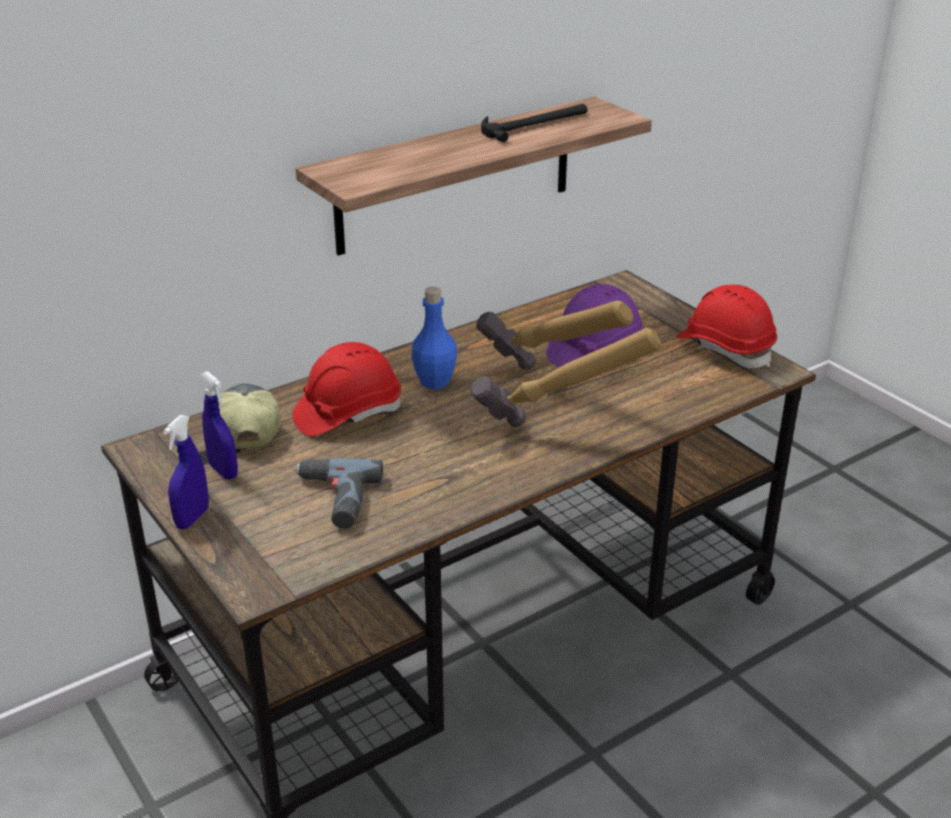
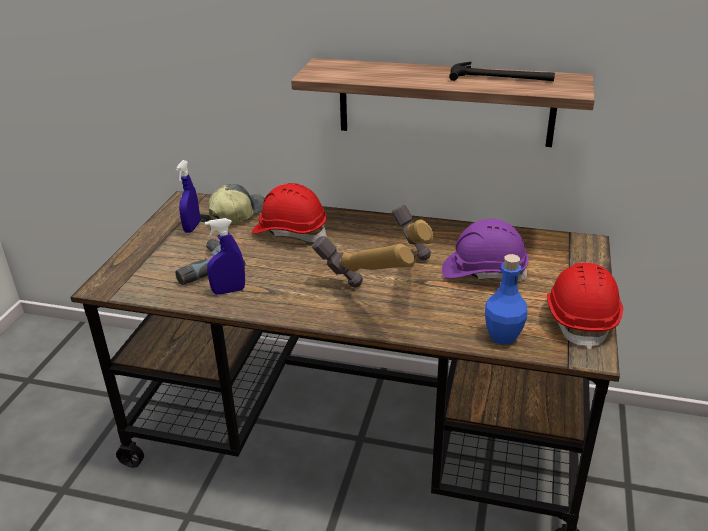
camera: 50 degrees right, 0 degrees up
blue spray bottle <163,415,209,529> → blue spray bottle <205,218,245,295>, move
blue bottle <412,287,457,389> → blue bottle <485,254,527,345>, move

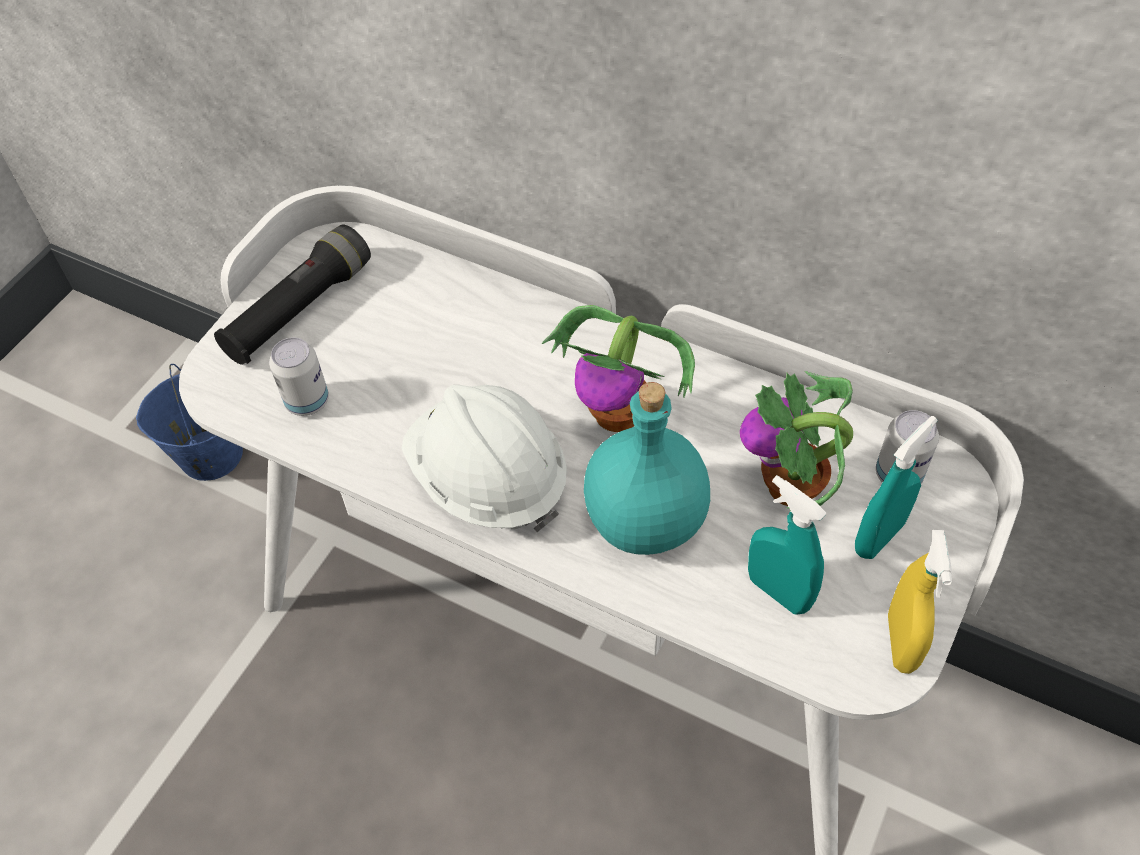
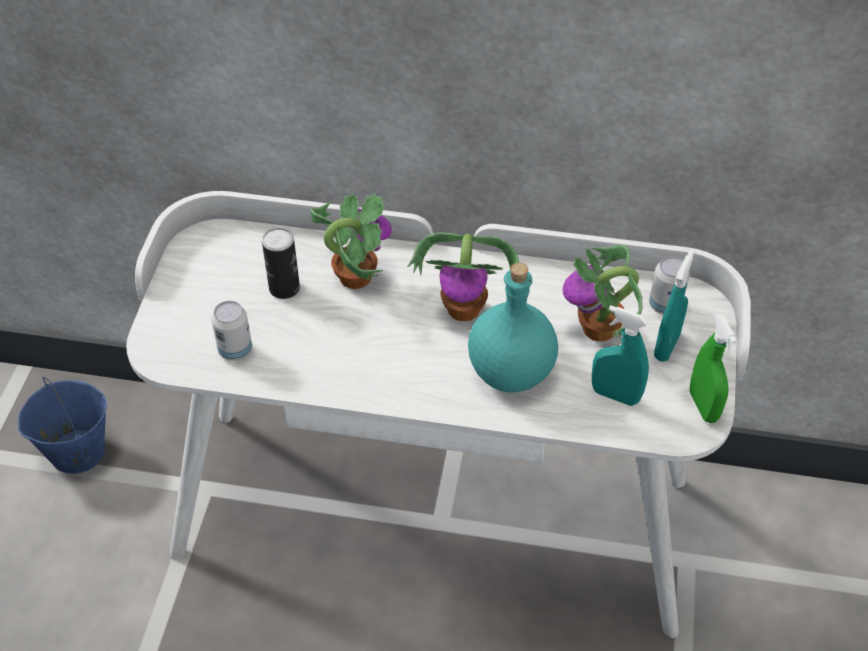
camera: 20 degrees left, 5 degrees down
- → can <262,228,300,299>
- → potted plant <311,193,392,289>
yellow spray bottle <888,530,952,674> → green spray bottle <690,314,738,423>
black flashlight <214,224,371,365> → -
white hard hat <401,385,567,532> → -

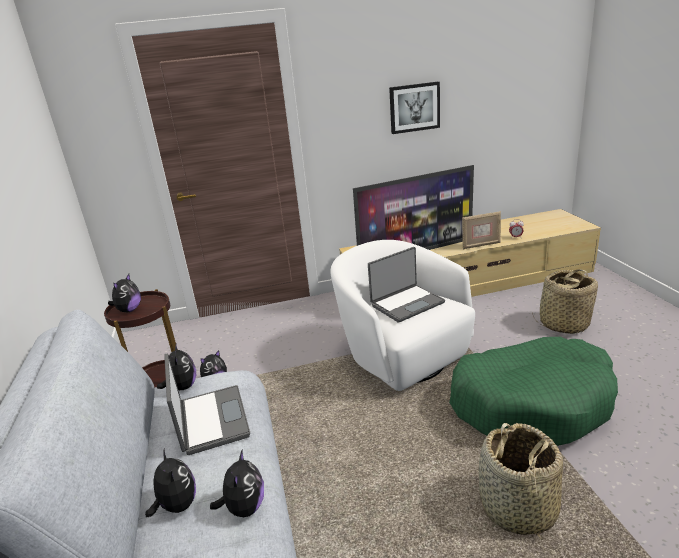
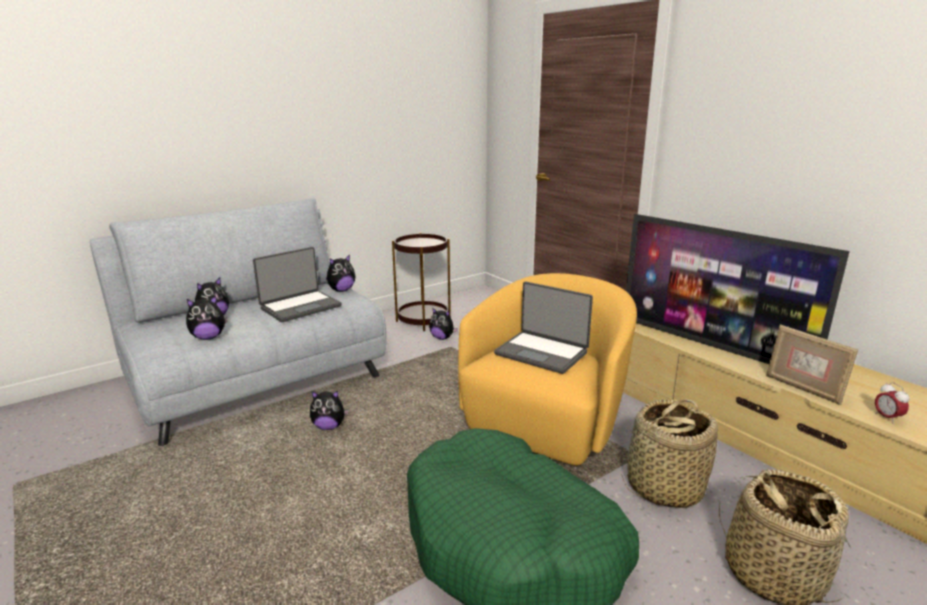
camera: 65 degrees right, 5 degrees down
plush toy <108,274,141,312> → plush toy <310,390,349,430>, move
white armchair <330,240,475,391> → yellow armchair <458,273,637,465>
basket <479,423,563,540> → basket <621,400,718,508>, move
picture <389,82,440,134> → -

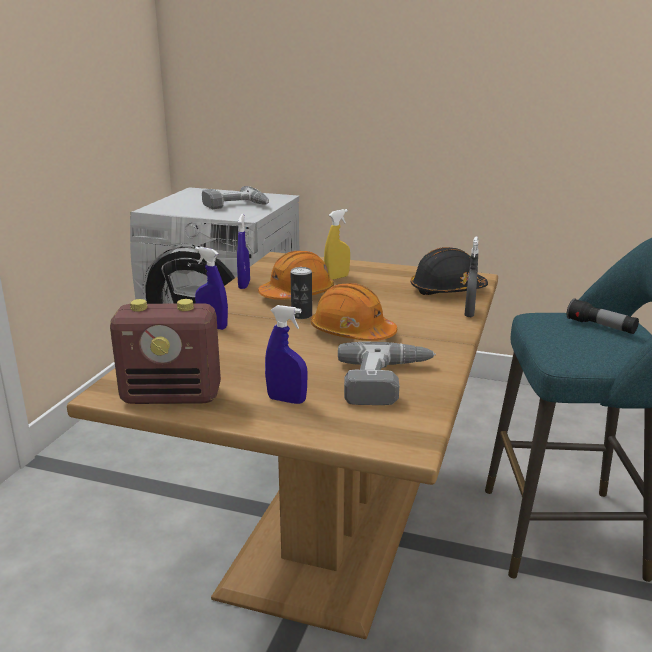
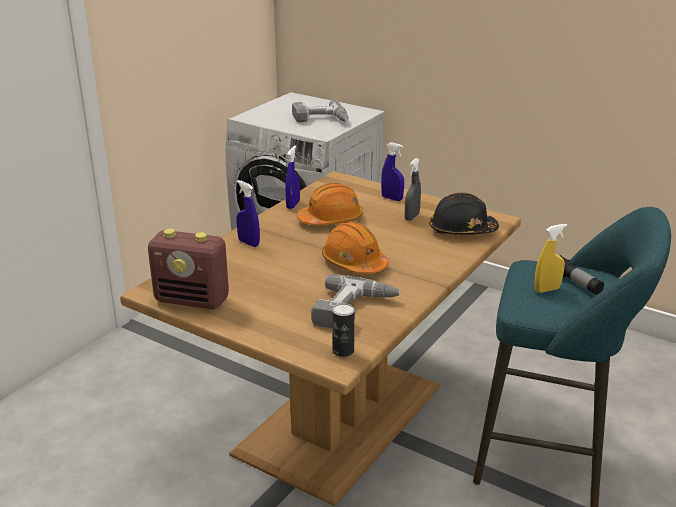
camera: 15 degrees right, 5 degrees up
can <291,267,312,319> → can <332,303,355,357>, move
blue spray bottle <265,305,308,404> → blue spray bottle <381,142,404,201>, move
grey spray bottle <464,237,479,317> → grey spray bottle <405,158,421,221>, move
yellow spray bottle <324,209,350,280> → yellow spray bottle <534,224,567,293>, move

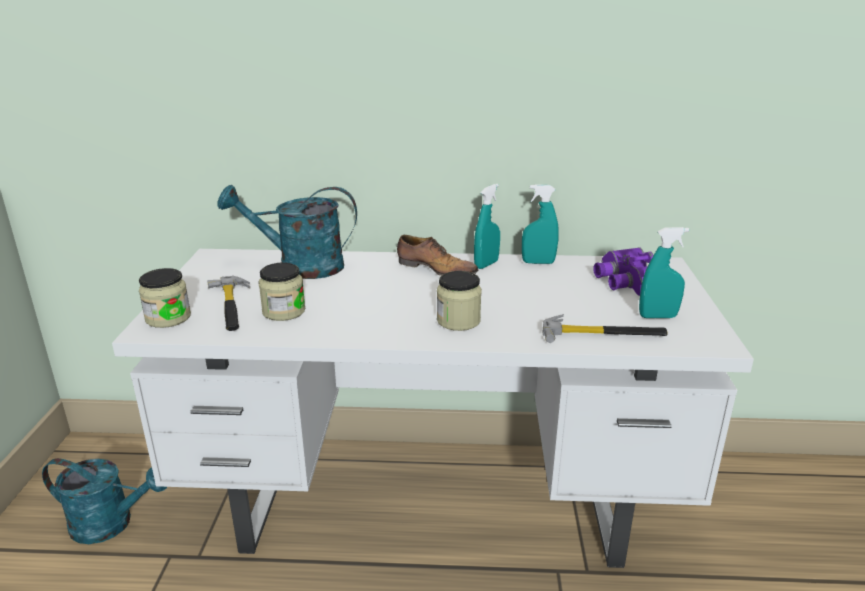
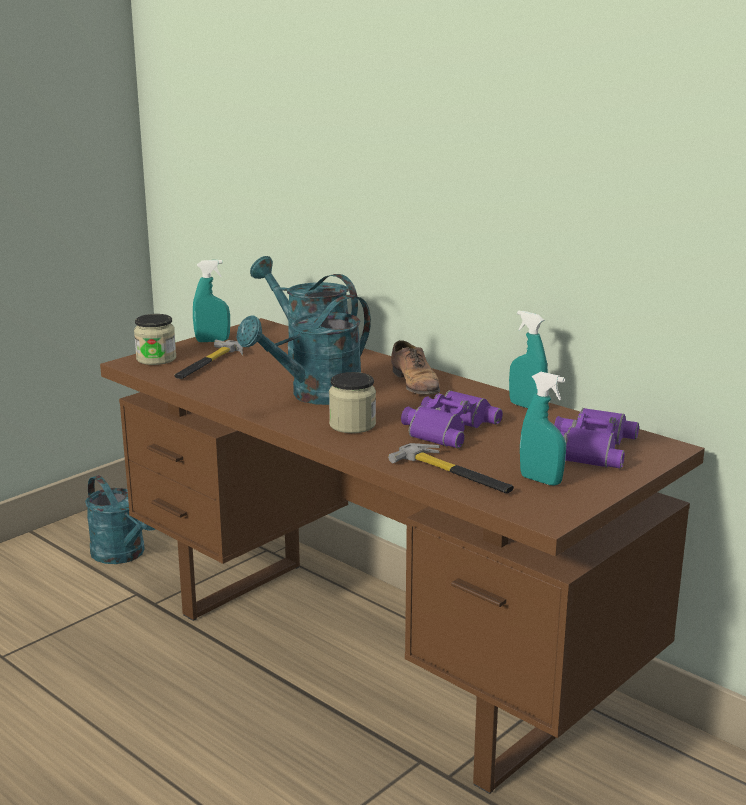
camera: 40 degrees right, 5 degrees down
white desk <112,249,754,568> → brown desk <100,318,705,794>
turquoise spray bottle <474,184,500,269> → turquoise spray bottle <193,260,230,342>, move
- → turquoise watering can <236,295,371,405>
- → purple binoculars <401,390,503,448>
jar <258,263,306,321> → -

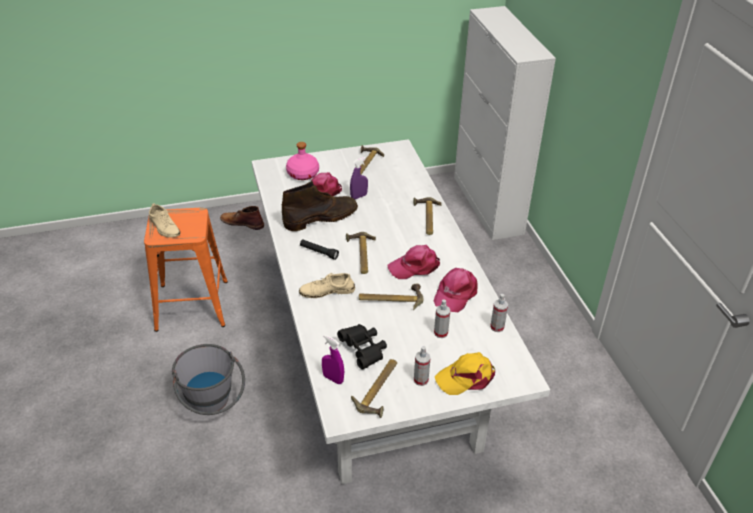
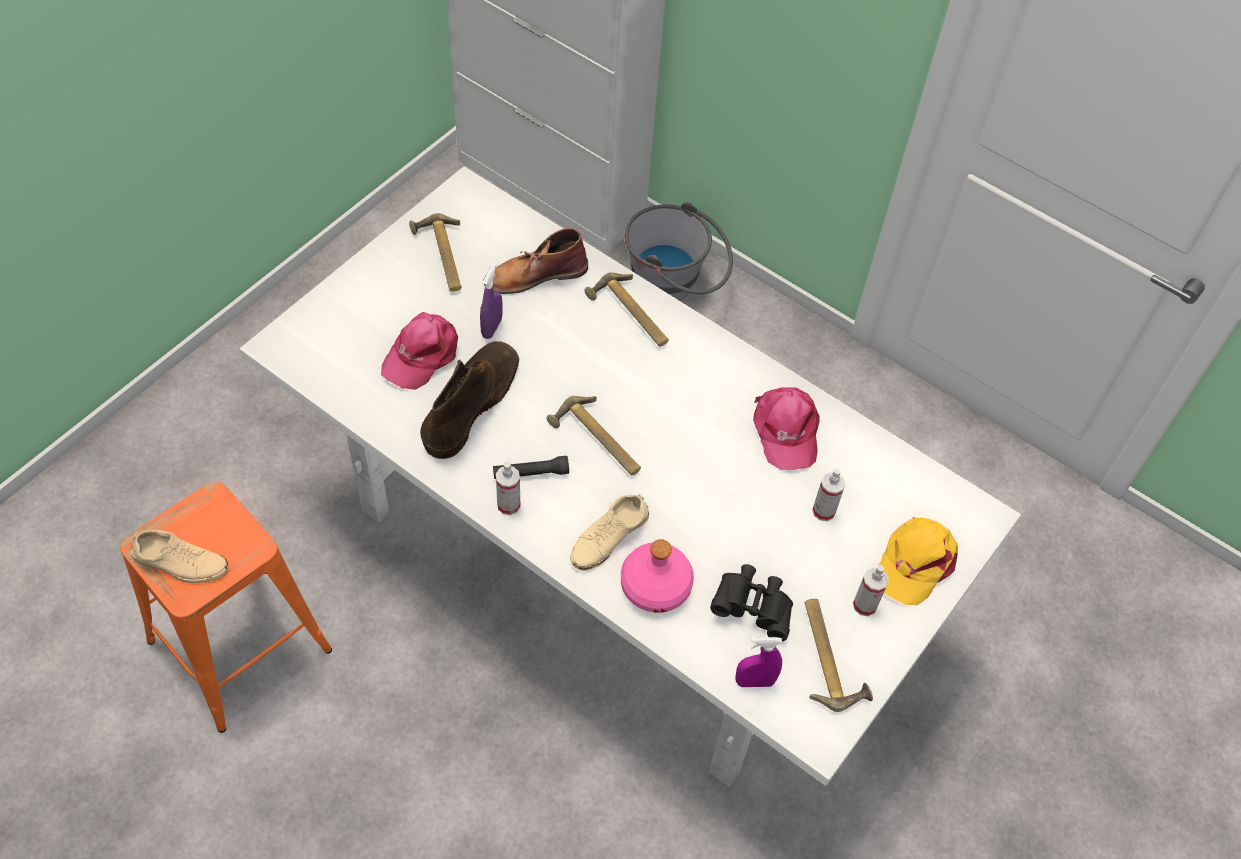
camera: 40 degrees left, 15 degrees up
brown boot <220,206,264,230> → brown boot <483,228,588,294>, move
spray bottle <490,294,508,332> → spray bottle <496,461,521,515>, move
pink bottle <286,142,319,180> → pink bottle <621,539,694,613>, move
grey bucket <172,344,245,415> → grey bucket <625,202,733,301>, move
hammer <359,283,423,310> → -
pink cap <387,245,440,279> → -

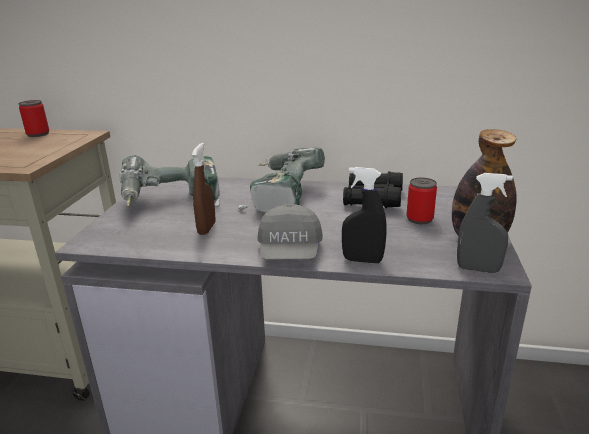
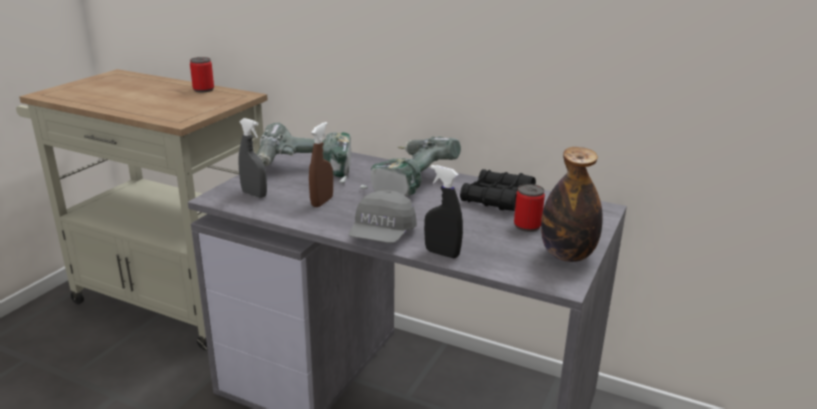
camera: 15 degrees right, 0 degrees up
grey spray bottle <457,173,513,273> → grey spray bottle <238,118,267,198>, move

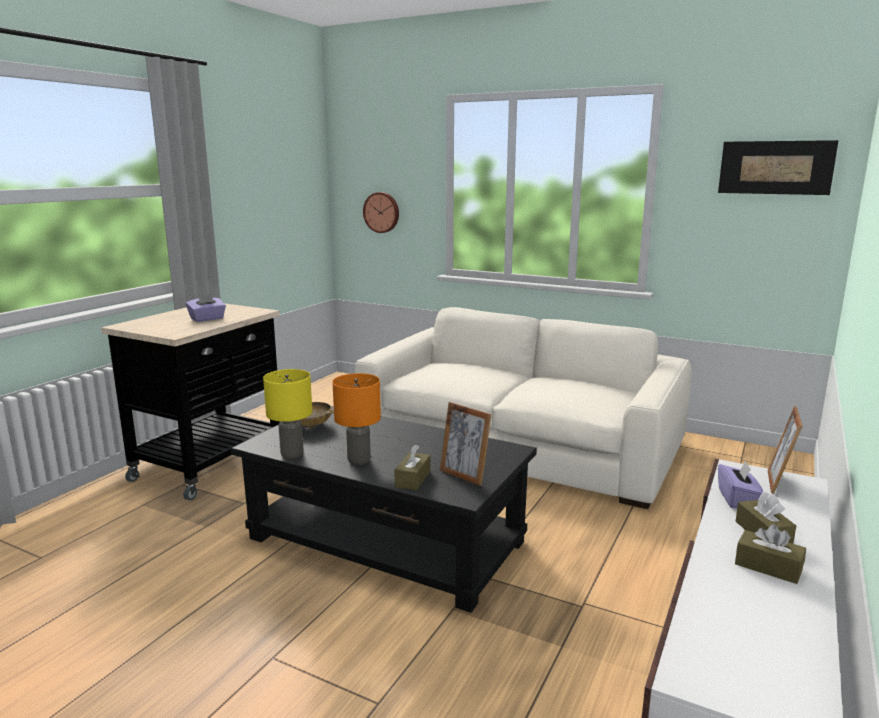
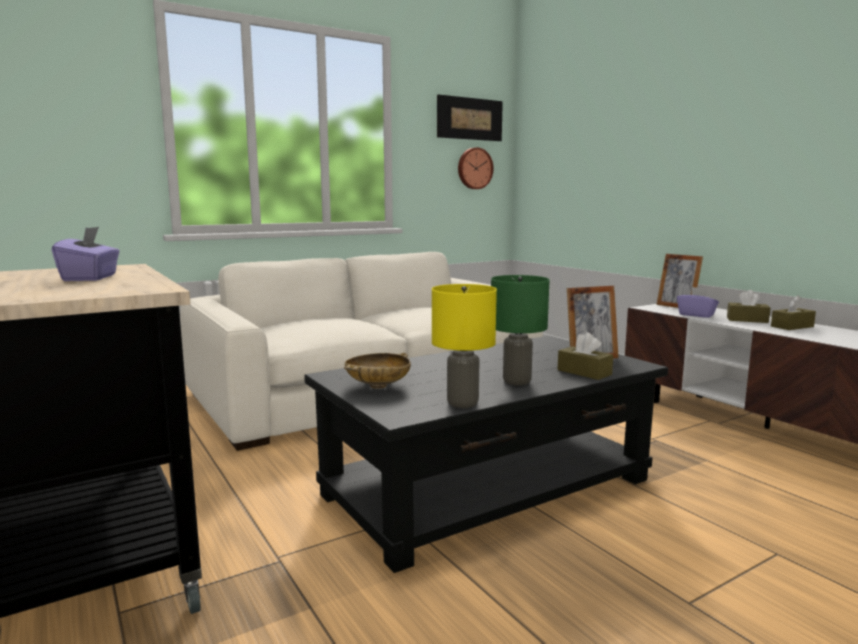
camera: 60 degrees left, 5 degrees down
wall clock <363,192,399,233> → wall clock <458,148,494,189>, move
orange table lamp <332,373,381,465> → green table lamp <491,275,550,386>

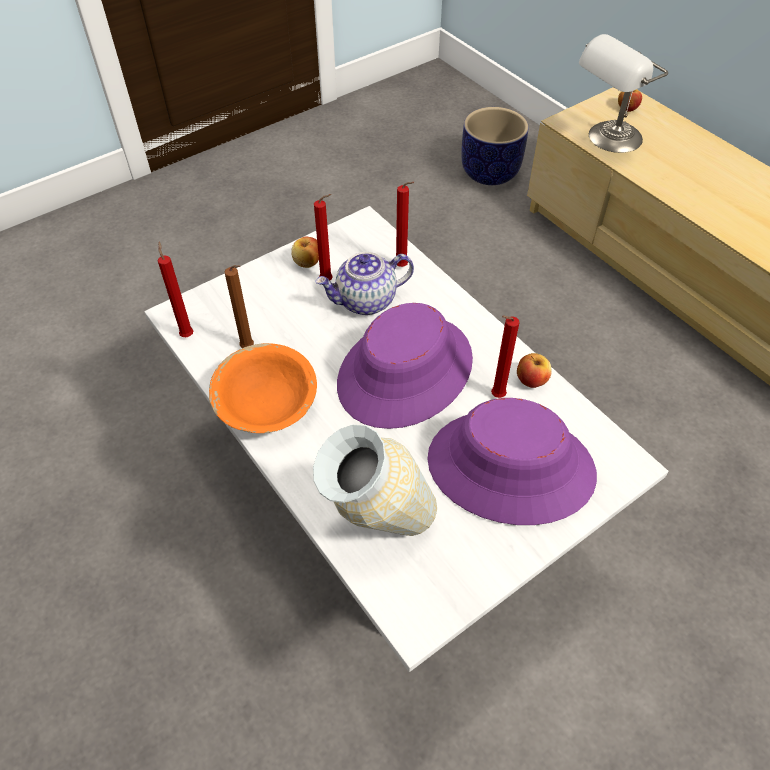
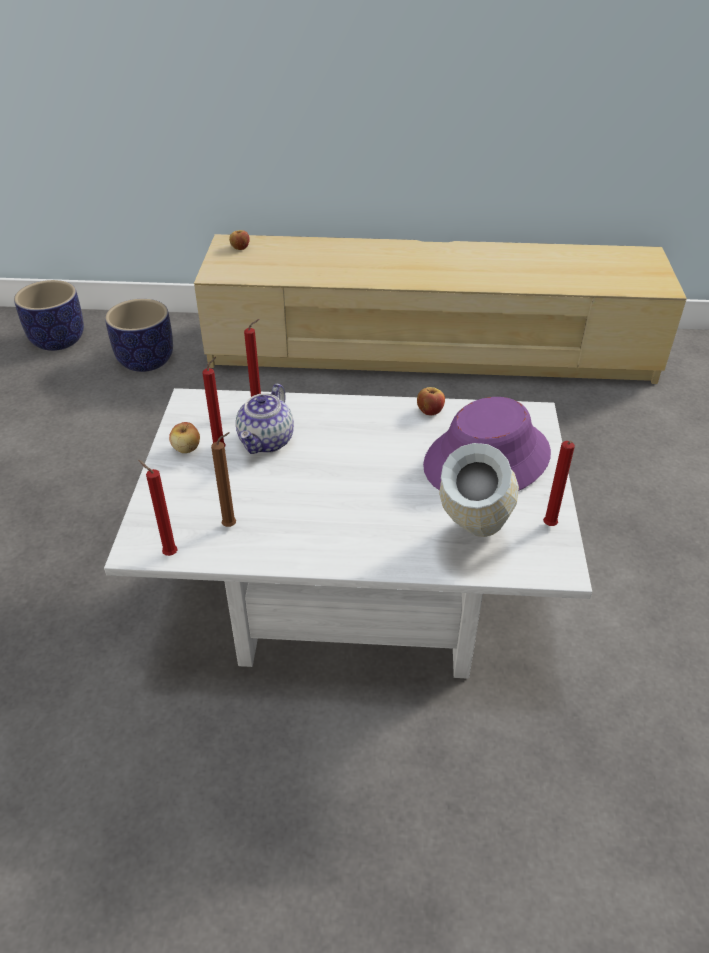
camera: 50 degrees left, 10 degrees down
- → planter <14,280,84,351>
red candle <491,316,520,398> → red candle <543,441,575,526>, move
orange bowl <209,343,317,433> → -
purple hat <337,303,473,429> → -
white table lamp <579,34,668,153> → -

